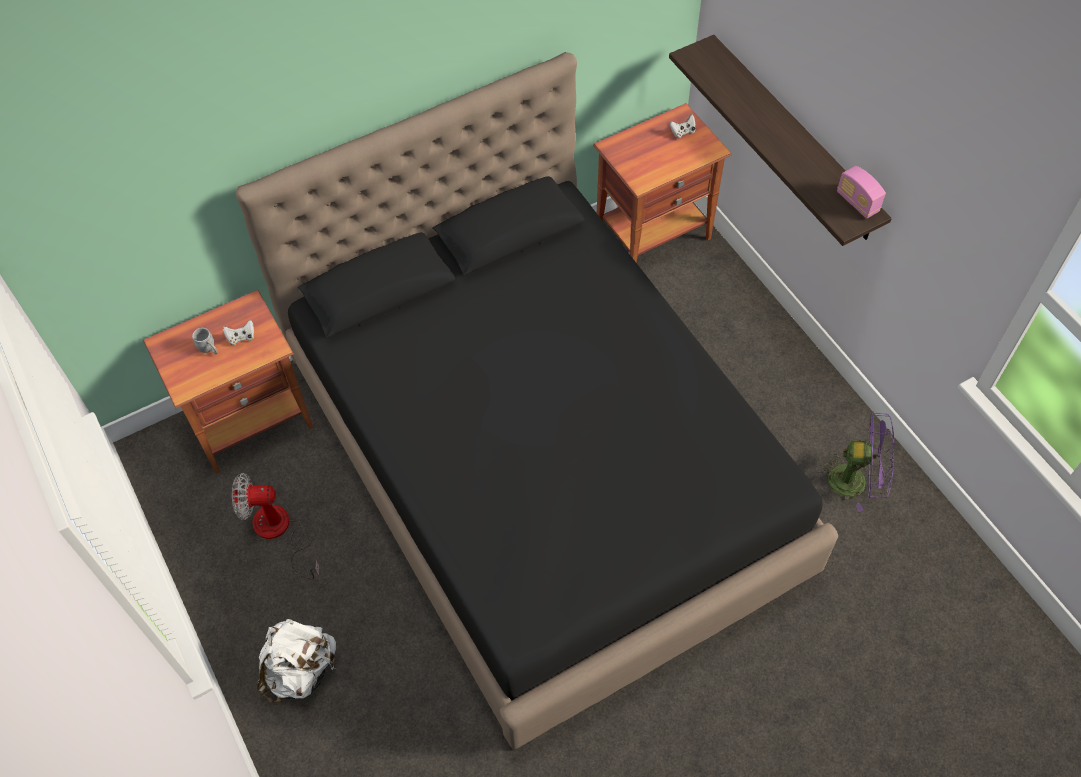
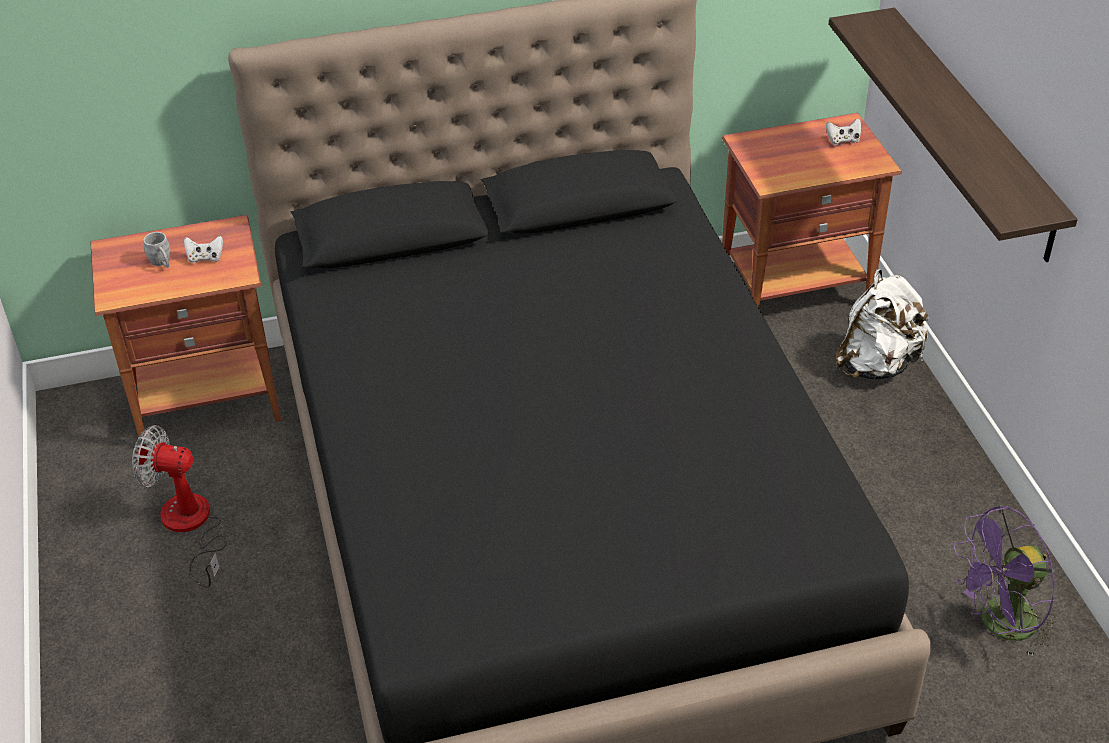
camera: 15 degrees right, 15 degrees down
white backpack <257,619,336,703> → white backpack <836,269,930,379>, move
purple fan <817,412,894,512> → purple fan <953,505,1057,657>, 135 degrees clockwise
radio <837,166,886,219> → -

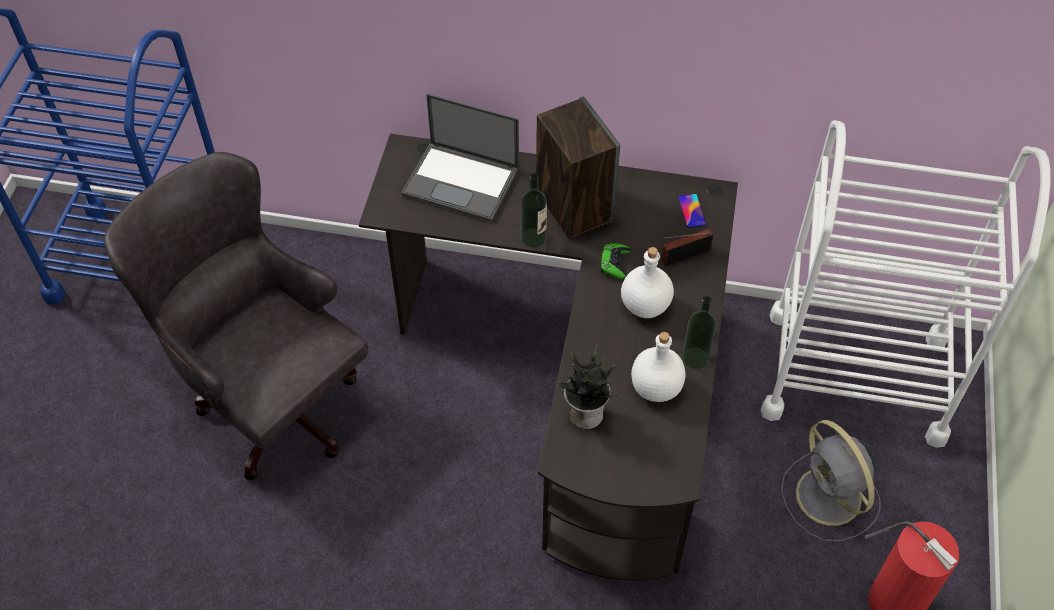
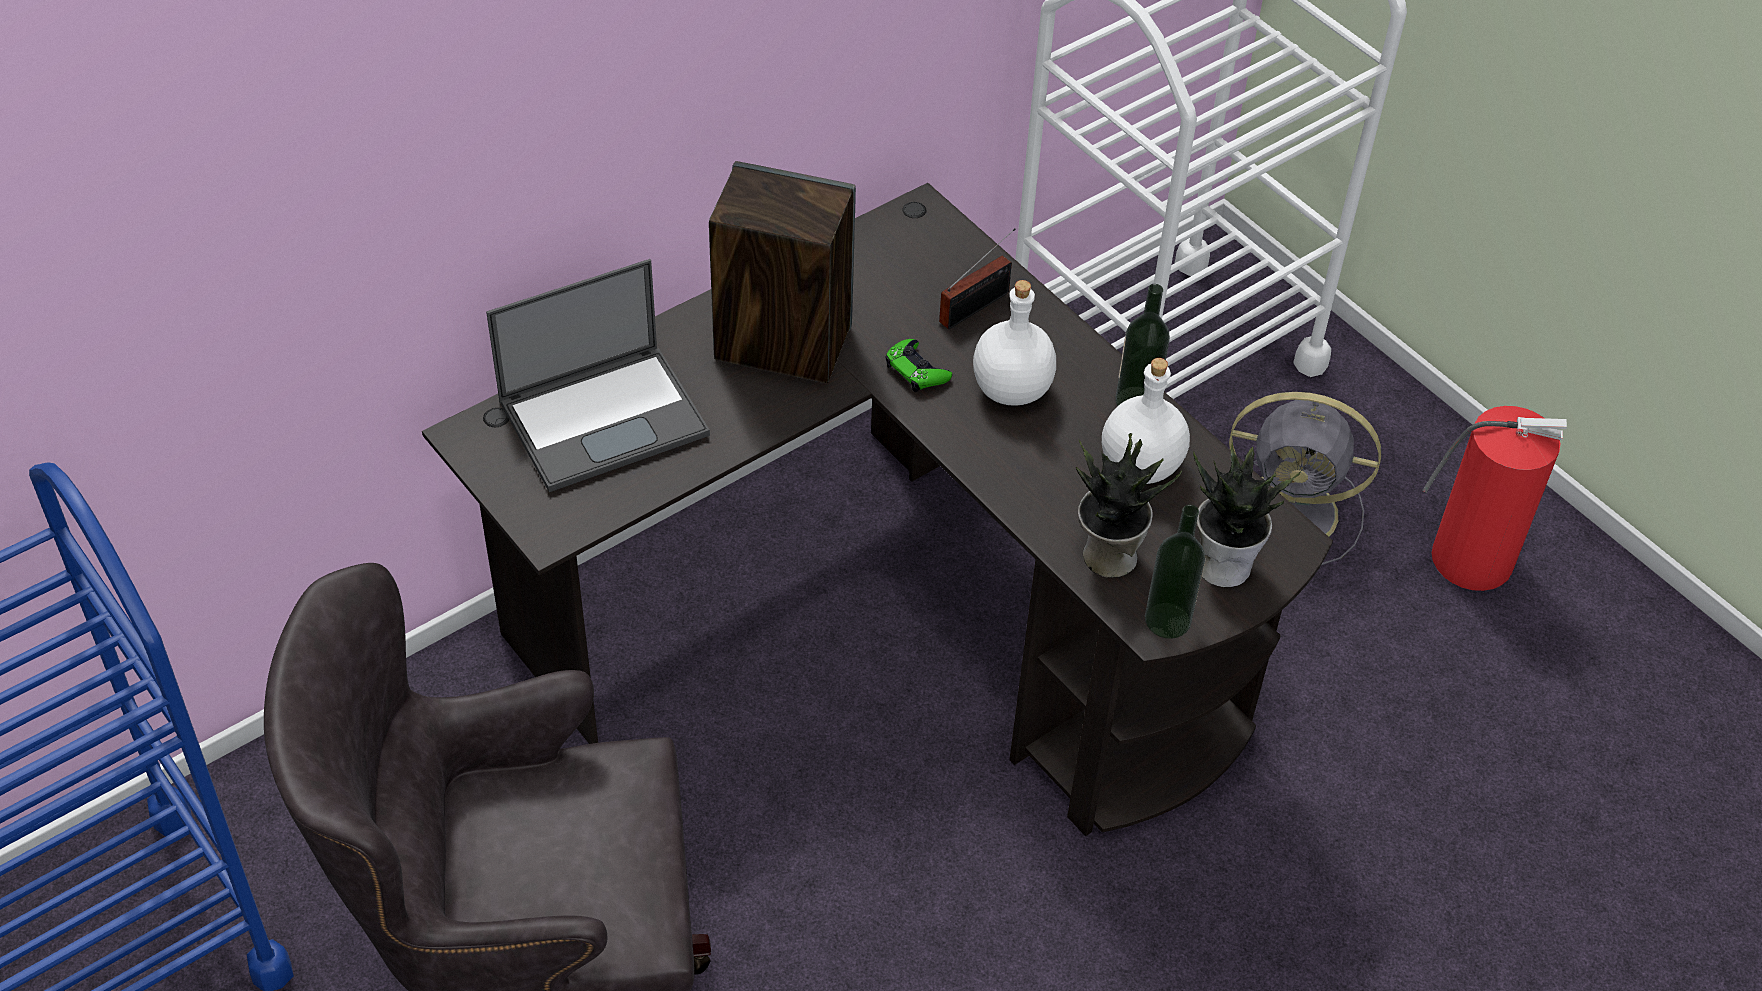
camera: 50 degrees left, 5 degrees down
radio <661,229,713,267> → radio <939,228,1015,329>, 150 degrees counterclockwise
bottle <521,173,547,247> → bottle <1145,505,1205,639>, move
- → potted plant <1193,443,1301,587>
phone <678,194,706,228> → -

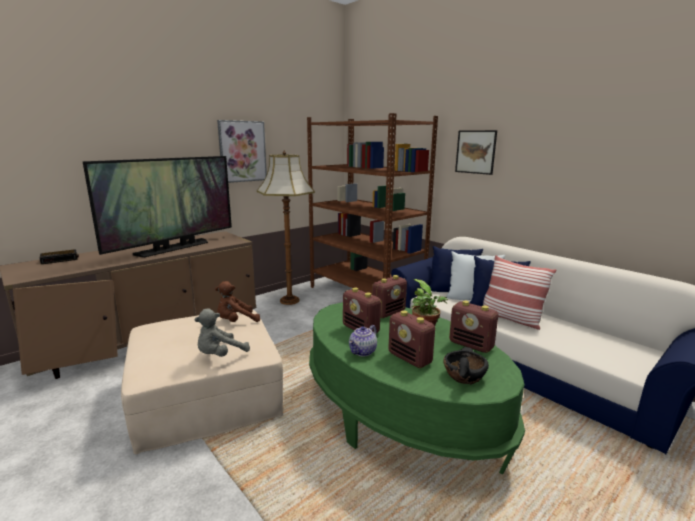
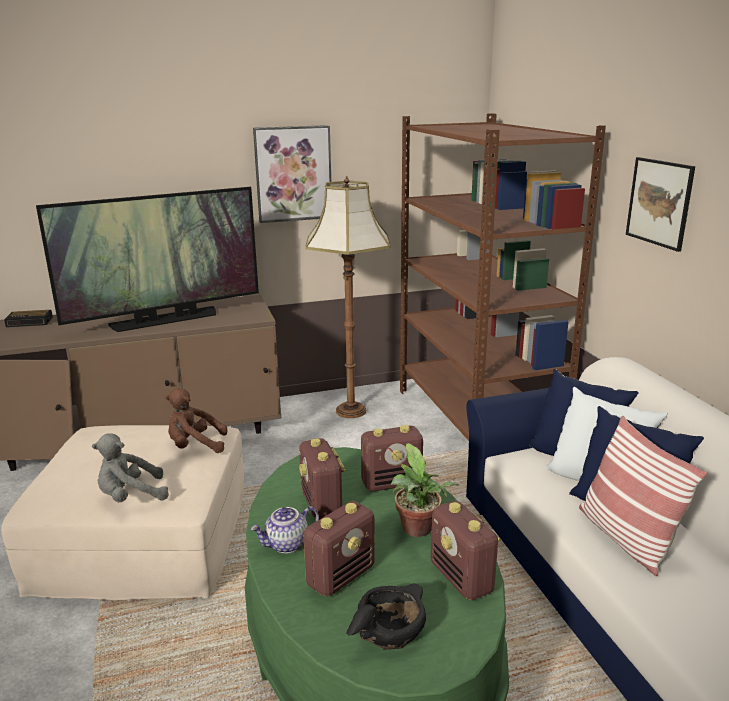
camera: 25 degrees right, 5 degrees up
radio <388,310,435,368> → radio <304,501,375,597>, 120 degrees counterclockwise

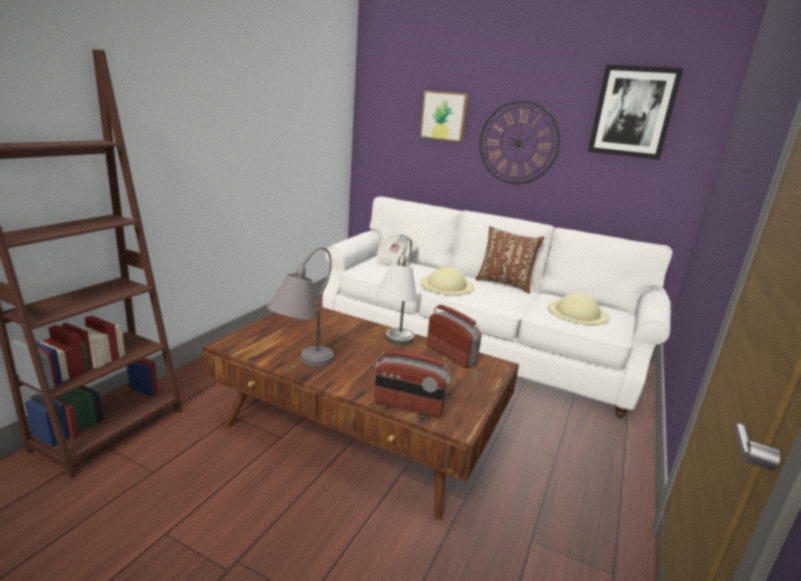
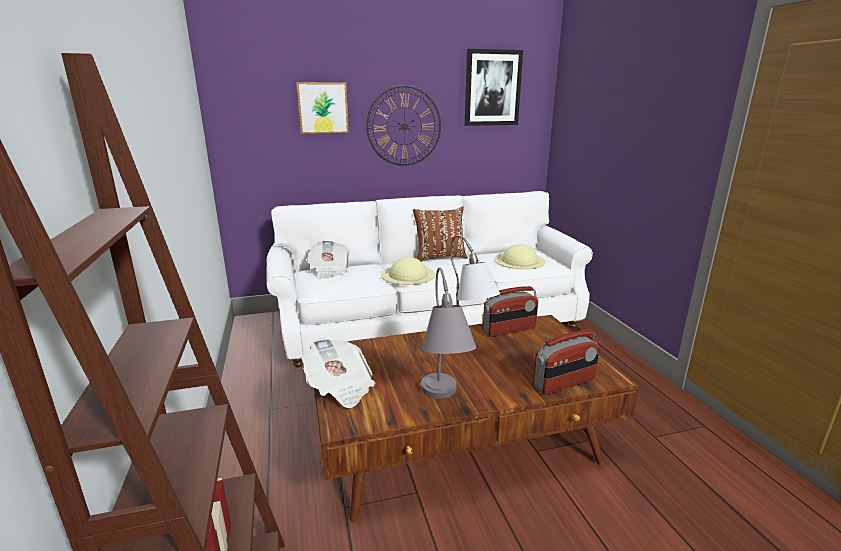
camera: 40 degrees left, 0 degrees up
- → newspaper <302,338,376,408>
radio <427,305,481,368> → radio <483,286,538,337>, 150 degrees clockwise

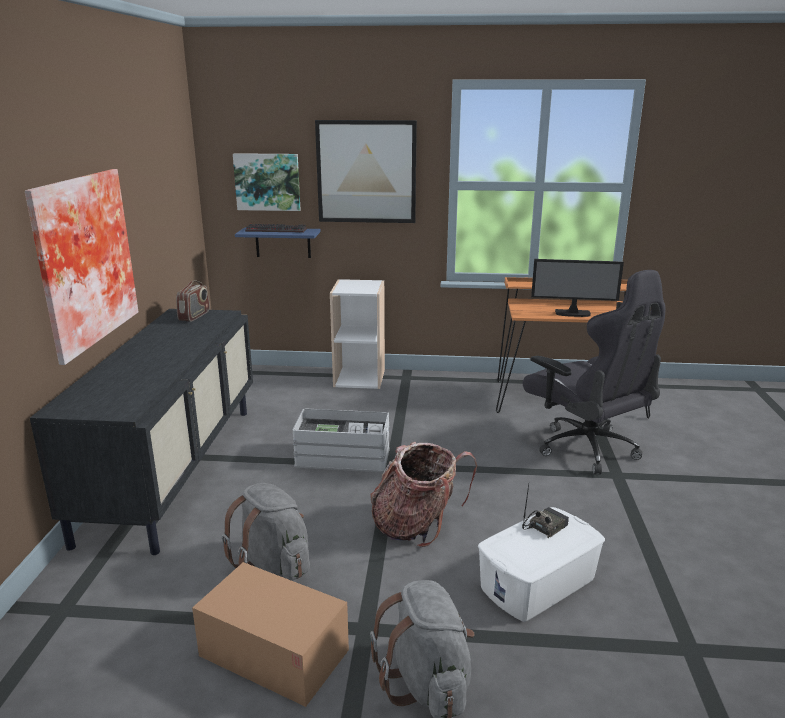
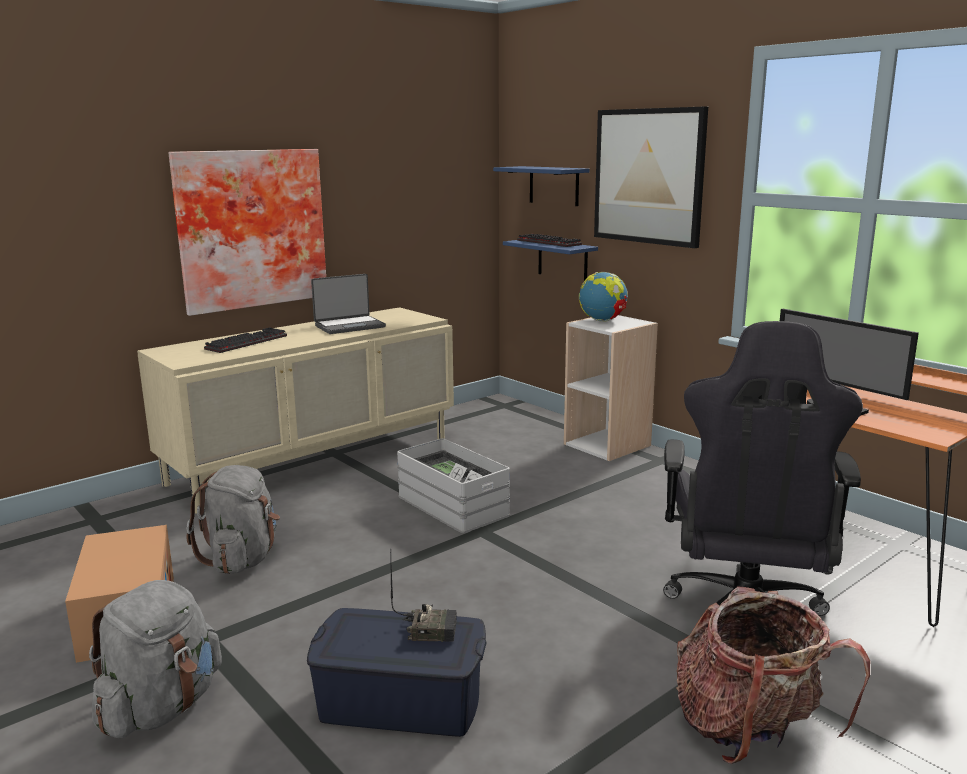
camera: 45 degrees right, 5 degrees down
black cabinet <30,309,253,555> → beige cabinet <137,307,454,513>
- → keyboard <204,327,287,353>
white storage box <478,507,605,622> → blue storage box <307,608,487,737>
- → laptop <311,274,386,334>
picture <233,153,301,211> → blue shelf <493,166,589,206>
- → globe <579,272,628,322>
backpack <370,442,477,547> → backpack <676,586,870,764>, move
radio <176,280,210,322> → -

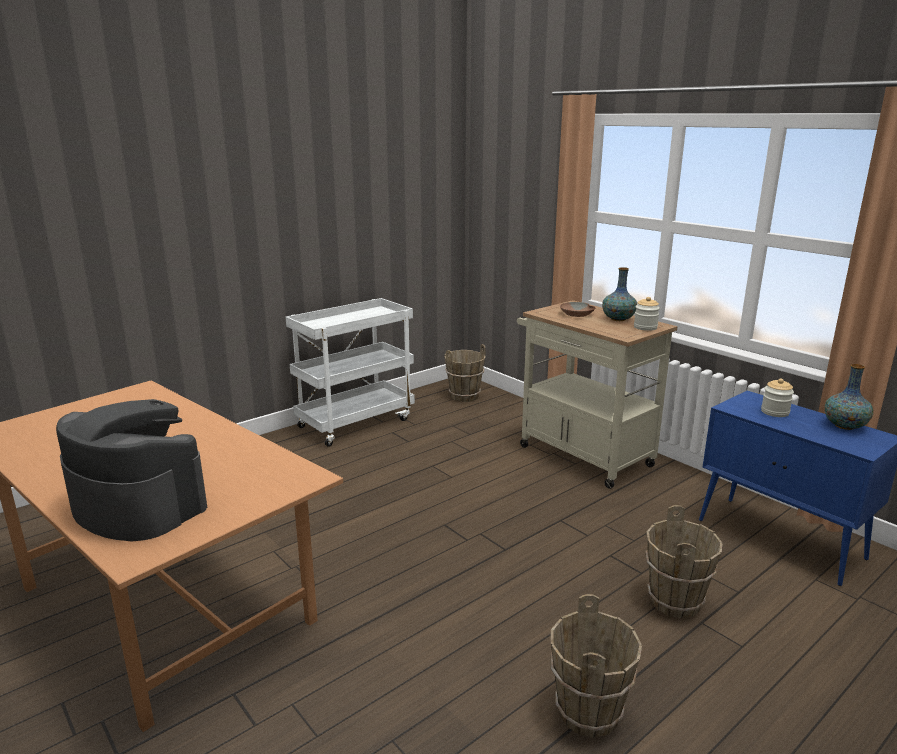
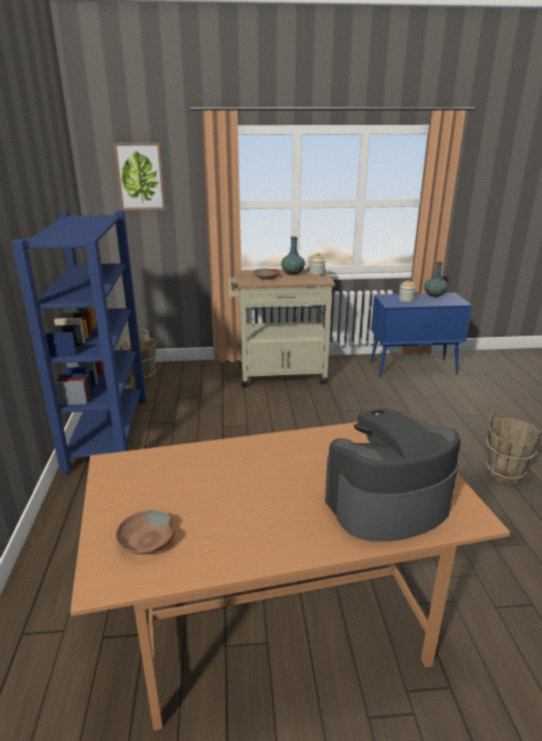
camera: 55 degrees left, 5 degrees up
white cart <285,298,415,447> → blue bookcase <11,210,146,474>
- → picture <113,143,166,210>
- → brown bowl <116,510,175,555>
brown bucket <645,505,723,618> → -

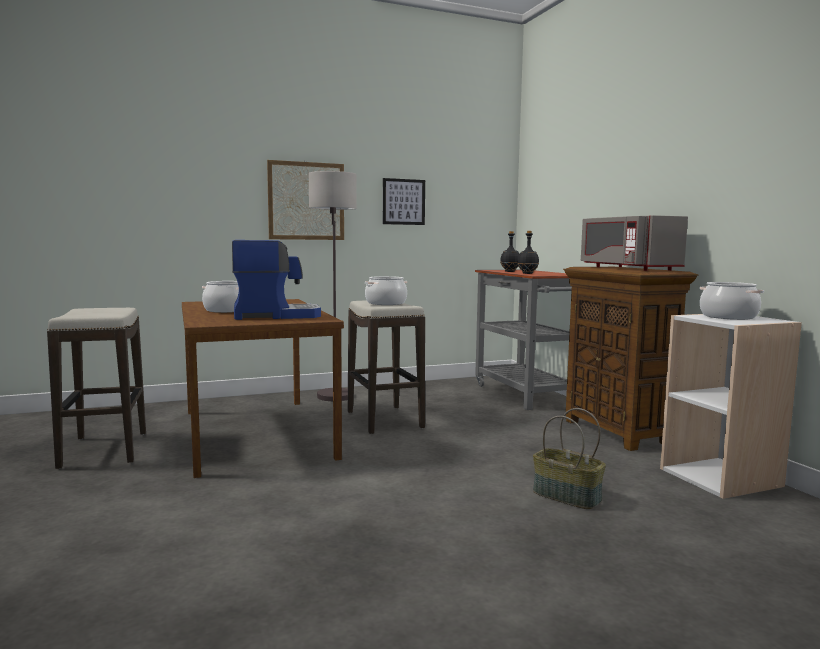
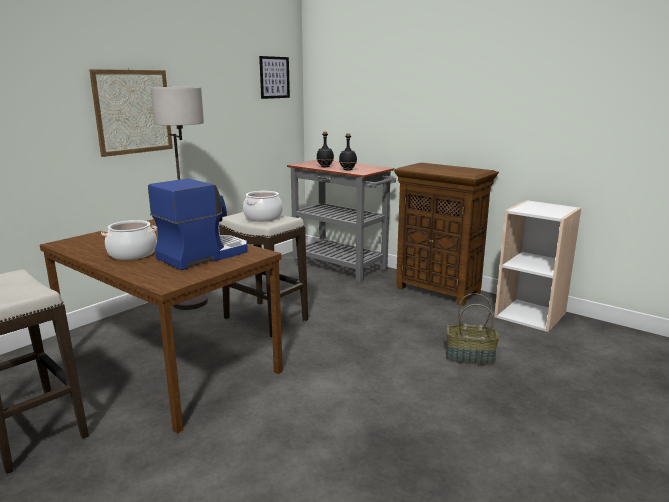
camera: 30 degrees left, 10 degrees up
picture <383,178,425,225> → picture <259,56,290,99>, move
grey microwave <581,215,688,271> → -
cooking pot <700,282,764,320> → -

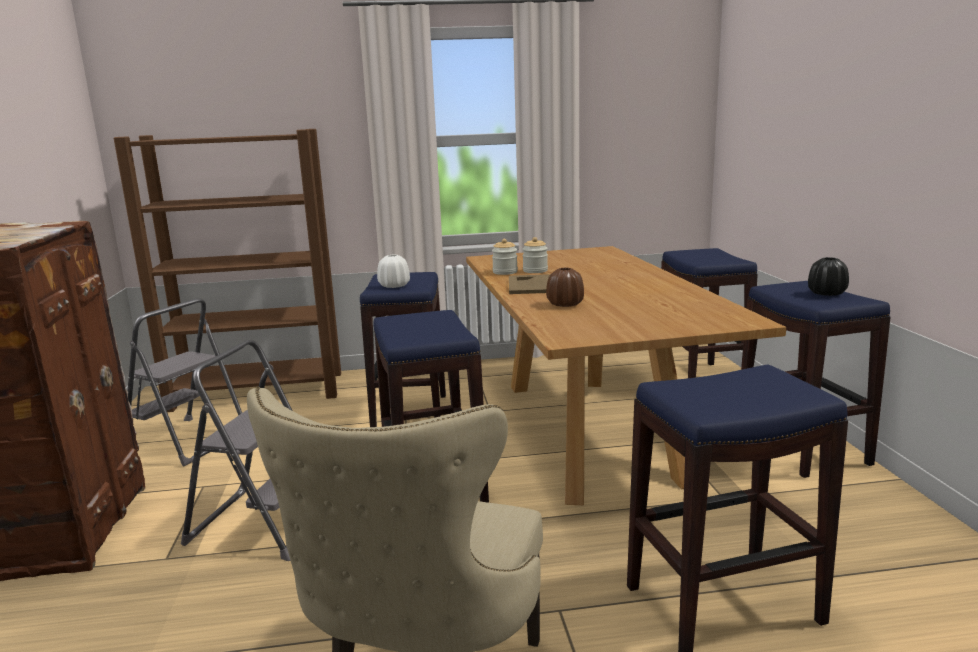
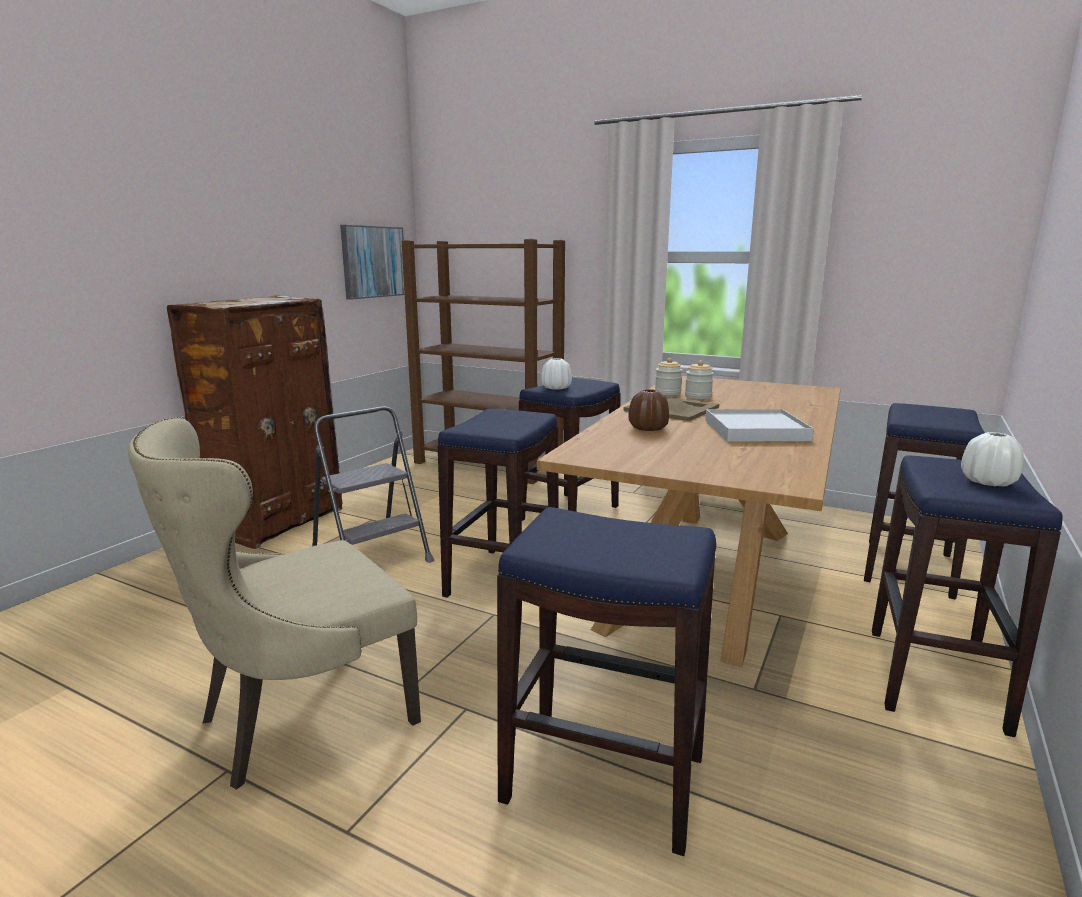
camera: 35 degrees right, 0 degrees up
- → picture <340,225,405,300>
- → white tray <705,409,814,442>
black vase <808,257,849,296> → white vase <961,432,1024,486>
grey step ladder <127,298,242,466> → -

